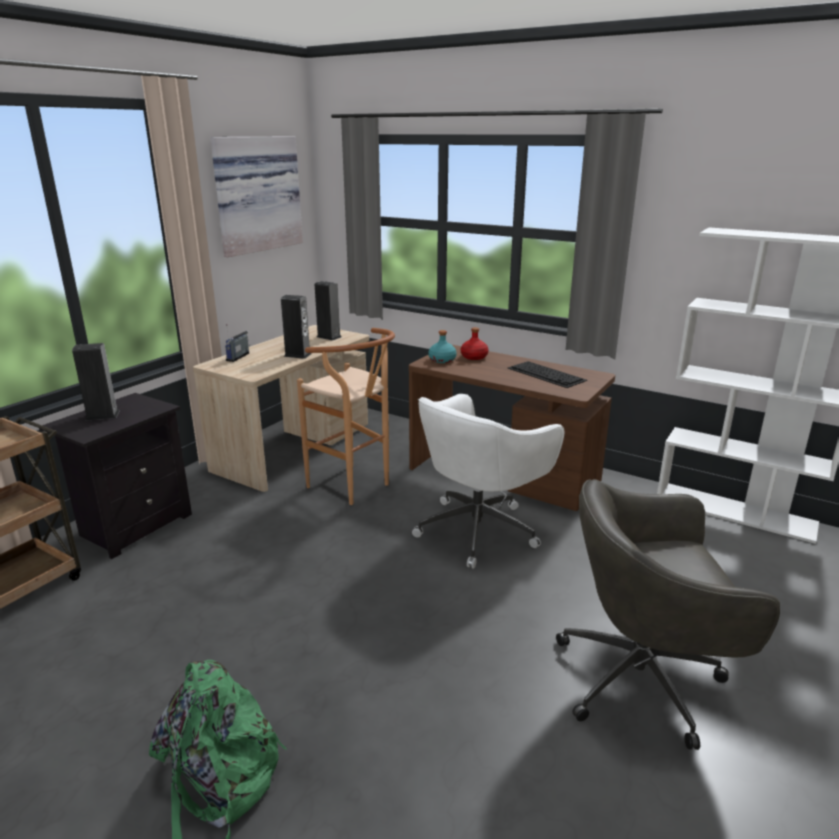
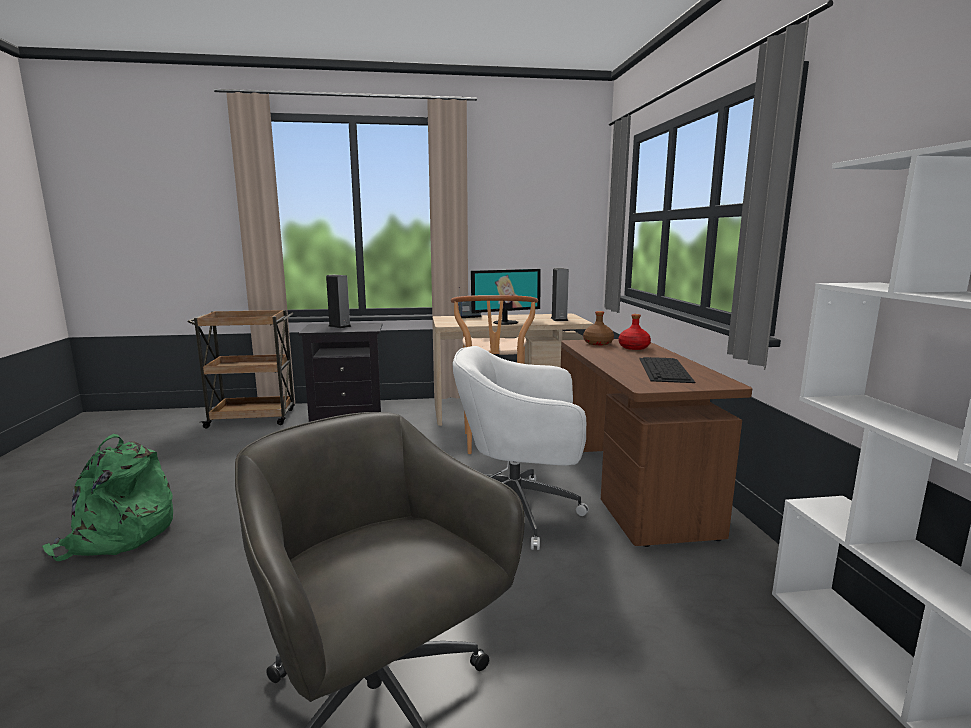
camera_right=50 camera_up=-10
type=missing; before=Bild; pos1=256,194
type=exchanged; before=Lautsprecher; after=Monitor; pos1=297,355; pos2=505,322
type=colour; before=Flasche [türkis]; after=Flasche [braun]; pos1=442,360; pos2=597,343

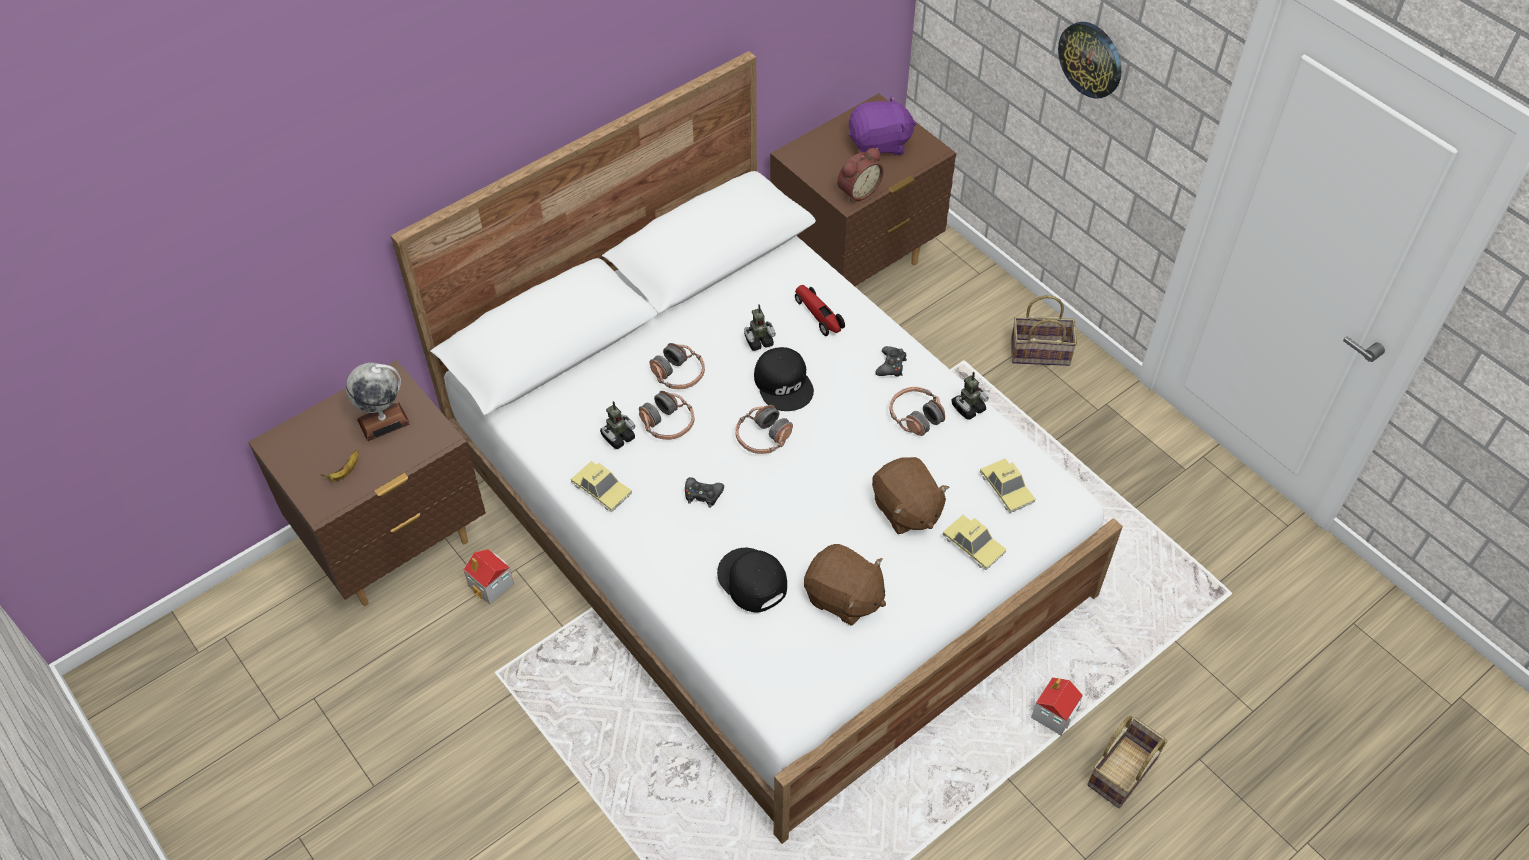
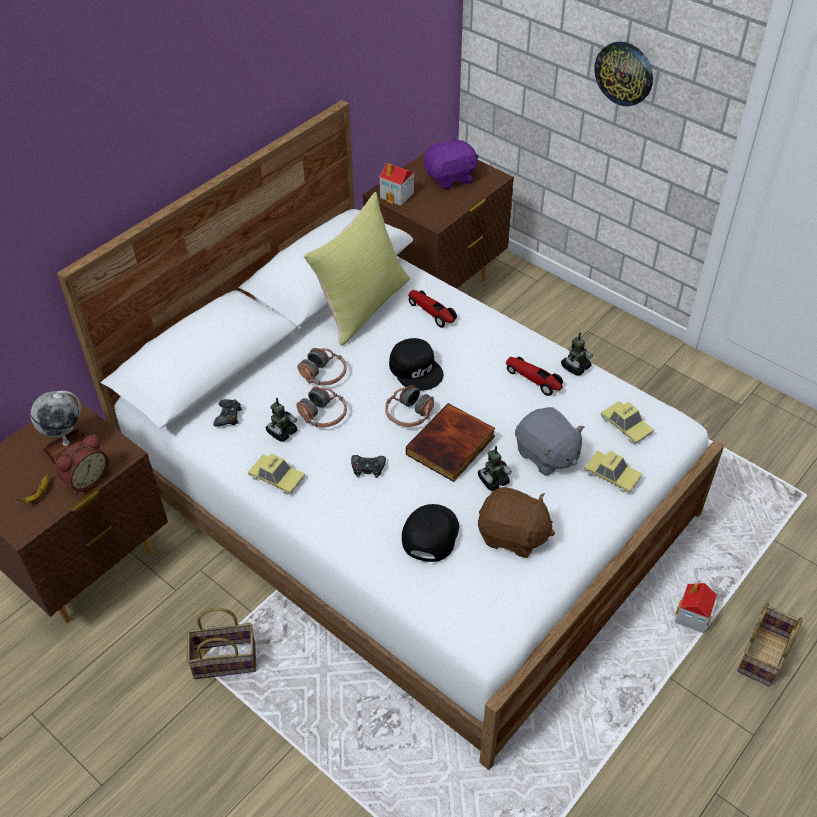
camera_right=-10 camera_up=-5
type=relocated; before=Wecker; pos1=857,191; pos2=86,479
type=relocated; before=Korb; pos1=1041,352; pos2=226,659
type=relocated; before=Spielzeugroboter; pos1=758,341; pos2=493,480
type=relocated; before=Gamepad [schwarz]; pos1=891,366; pos2=228,416
type=exchanged; before=Kopfhörer; after=Spielzeugauto; pos1=915,416; pos2=534,379
type=colour; before=Plüschtier [braun]; after=Plüschtier [grau]; pos1=906,510; pos2=546,455
type=spun; before=Kappe [schwarz]; pos1=751,581; pos2=429,533; turn=60
type=relocated; before=Spielzeughaus; pos1=491,585; pos2=397,195
type=appeared; after=Kissen [gelb]; pos2=362,306
type=appeared; after=Buch; pos2=451,446

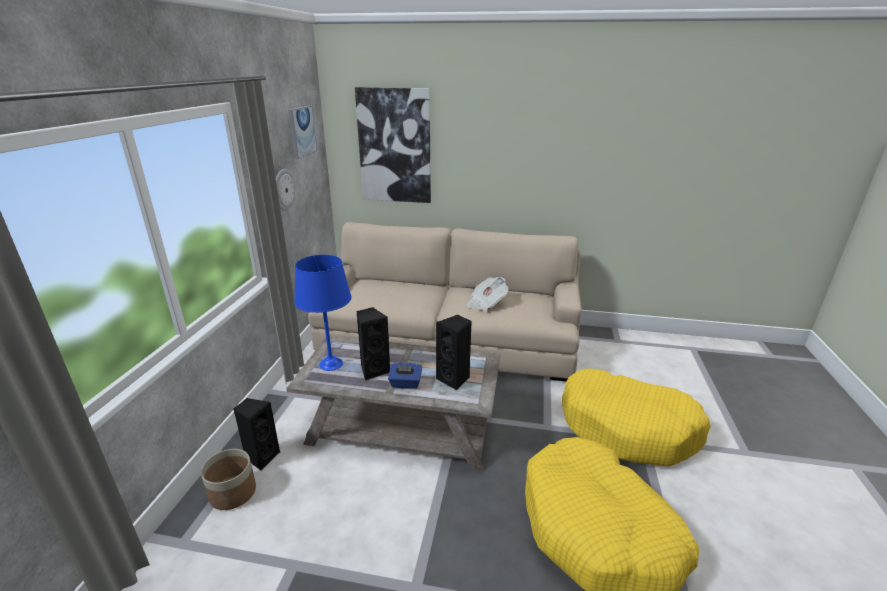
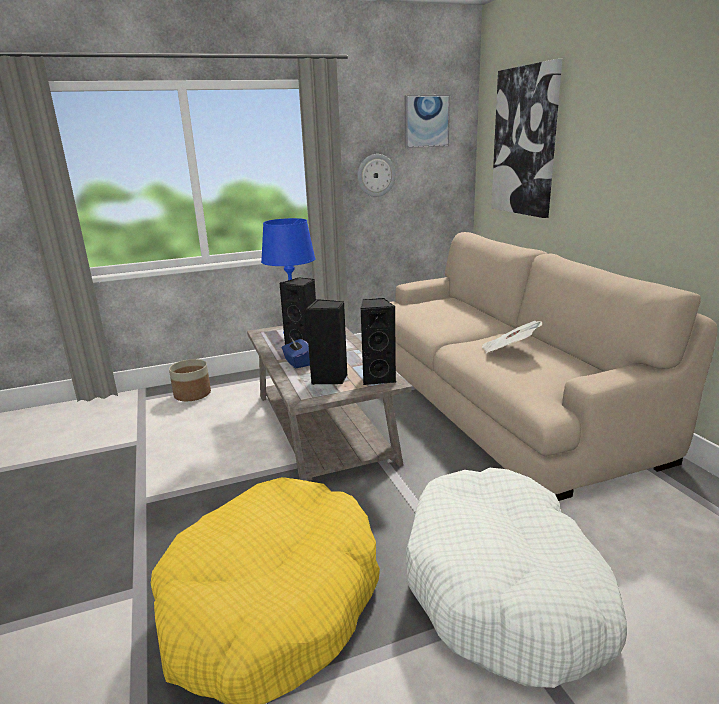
camera_right=60 camera_up=-5
type=colour; before=Hundebett [gelb]; after=Hundebett [weiß]; pos1=628,428; pos2=505,589
type=relocated; before=Lautsprecher [schwarz]; pos1=262,457; pos2=378,378

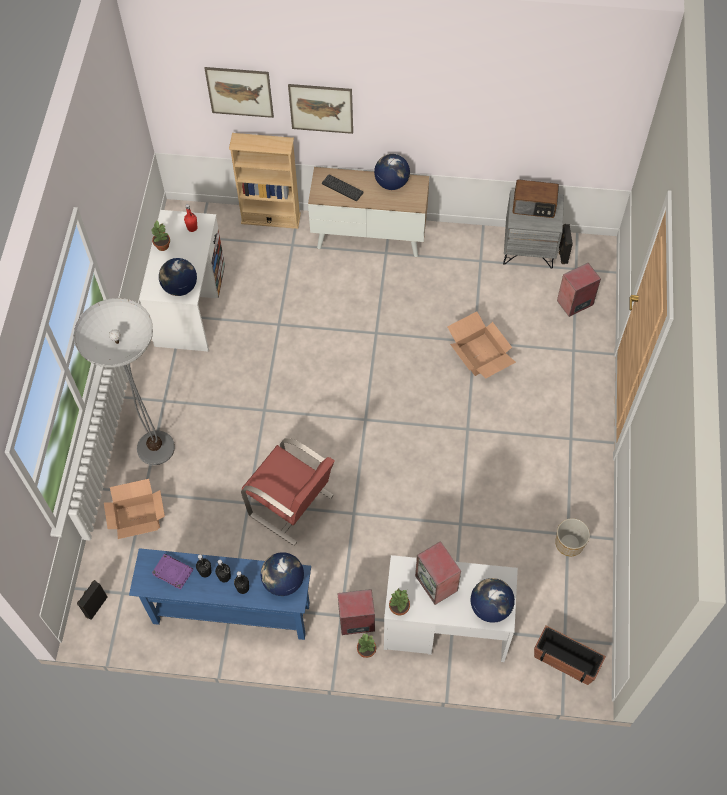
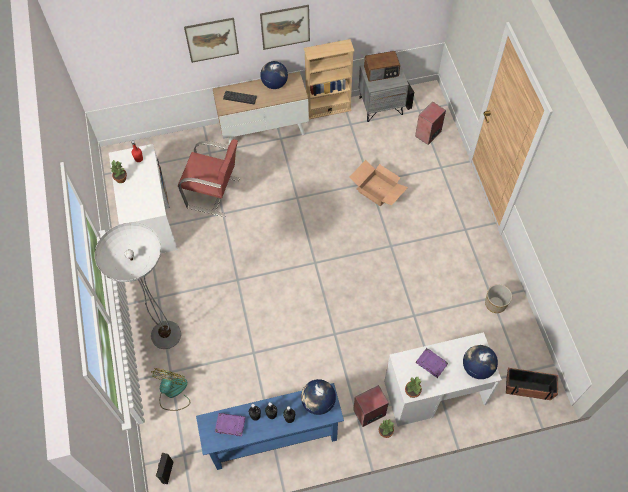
camera_right=-20 camera_up=0
type=relocated; before=Bild; pos1=240,92; pos2=285,27
type=relocated; before=Bücherregal [beige]; pos1=271,218; pos2=328,109
type=missing; before=Globus; pos1=180,287
type=relocated; before=Stuhl [rot]; pos1=292,506; pos2=214,193
type=exchanged; before=Karton; after=Ventilator; pos1=137,518; pos2=173,393
type=exchanged; before=Lautsprecher; after=Buch [lila]; pos1=437,583; pos2=431,363

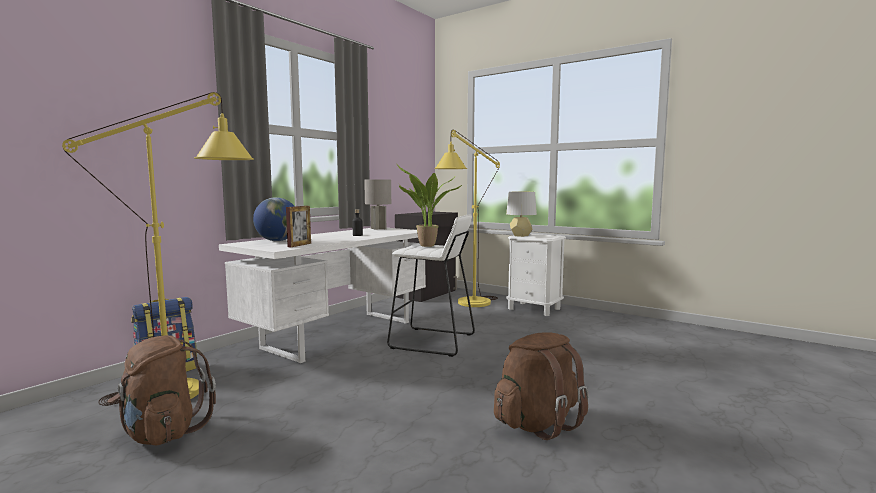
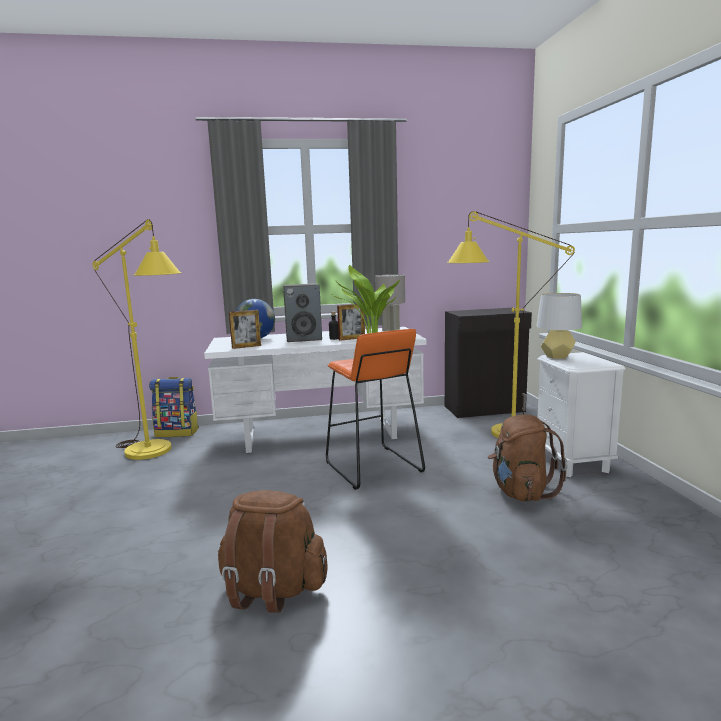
camera_right=45 camera_up=5
type=colour; before=Hocker [weiß]; after=Hocker [orange]; pos1=433,342; pos2=372,467
type=relocated; before=Rucksack [braun]; pos1=162,433; pos2=521,492
type=appeared; after=Lautsprecher; pos2=304,339
type=appeared; after=Bilderrahmen; pos2=352,338

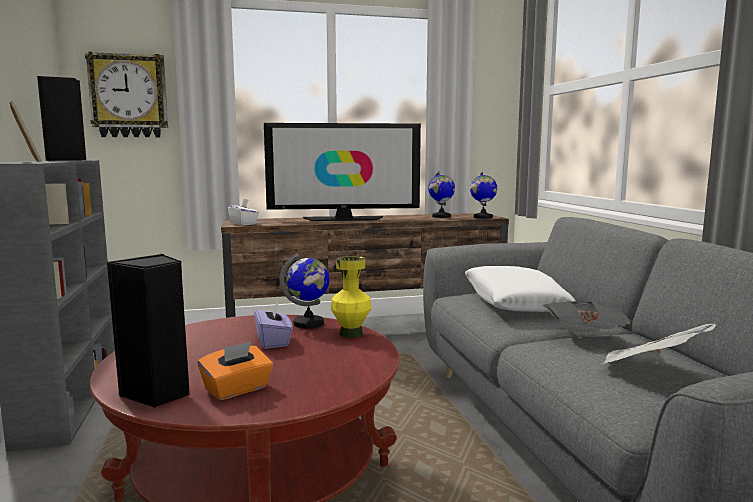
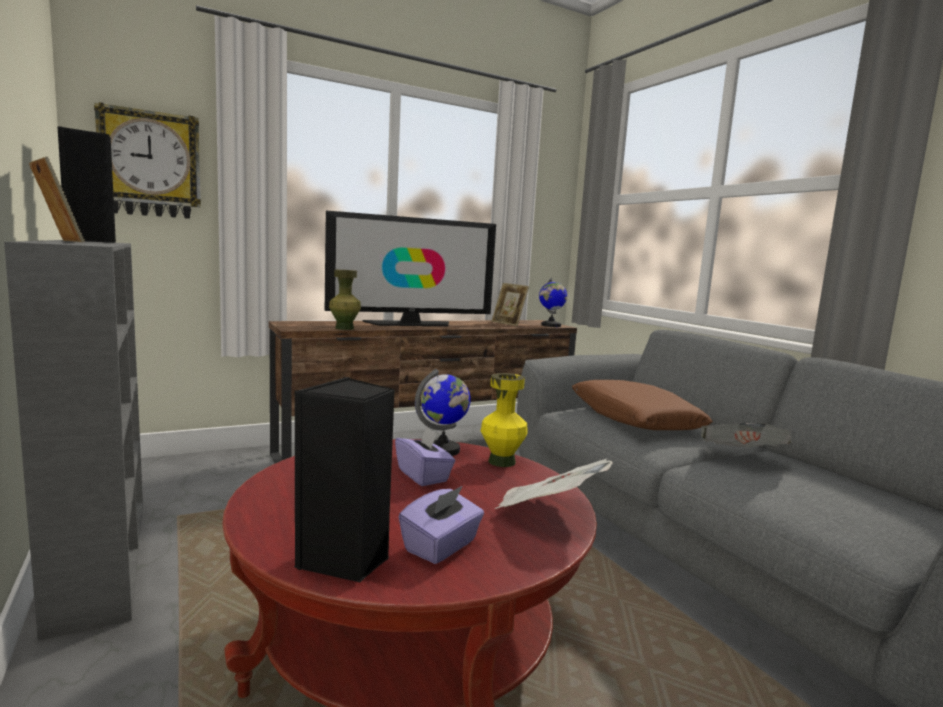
camera_right=-15 camera_up=0
type=exchanged; before=Globus; after=Bilderrahmen; pos1=441,216; pos2=508,323
type=missing; before=Taschentuchbox [weiß]; pos1=244,224
type=colour; before=Kissen [weiß]; after=Kissen [braun]; pos1=514,302; pos2=634,419
type=relocated; before=Zeitung; pos1=650,370; pos2=547,512
type=colour; before=Taschentuchbox [orange]; after=Taschentuchbox [lila]; pos1=237,390; pos2=441,546
type=appeared; after=Vase [grün]; pos2=344,328

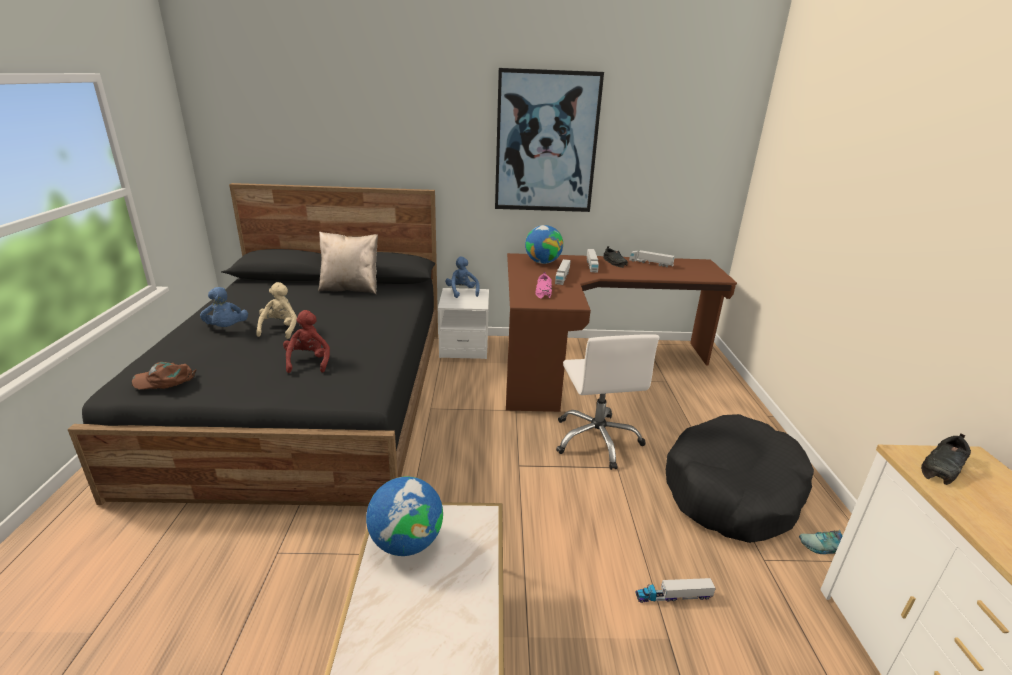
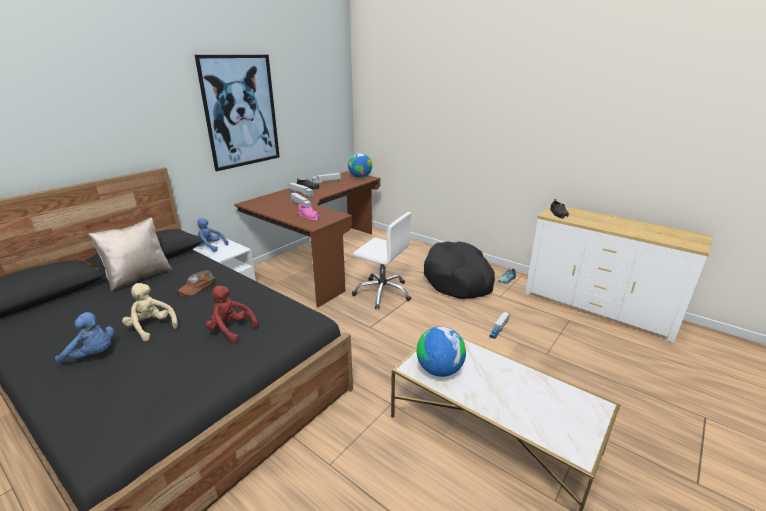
camera_right=-50 camera_up=0
type=relocated; before=Globus; pos1=542,262; pos2=360,177
type=relocated; before=Kappe [braun]; pos1=165,380; pos2=197,286

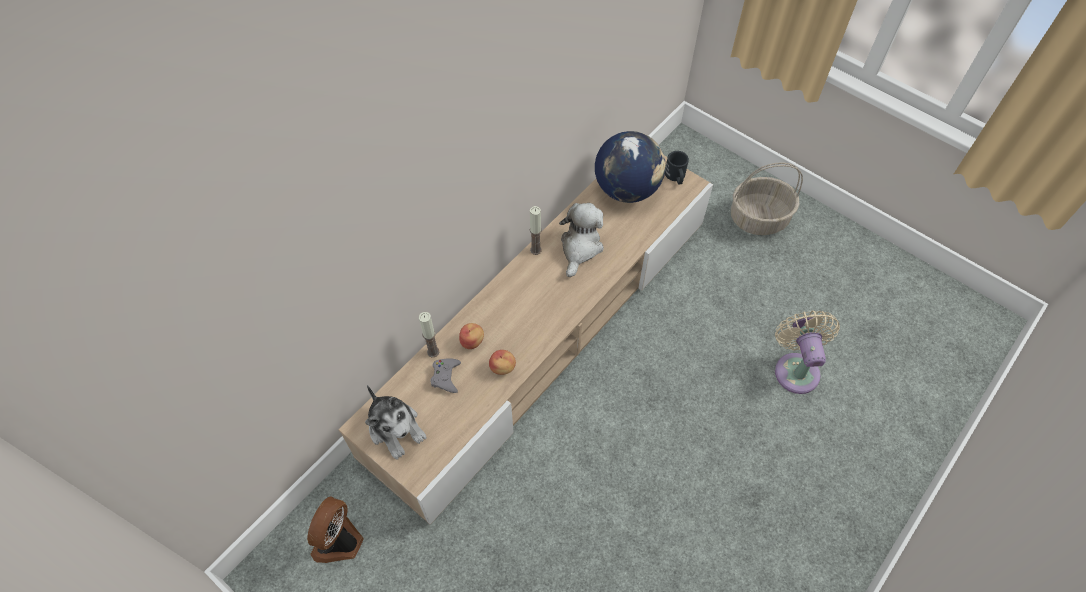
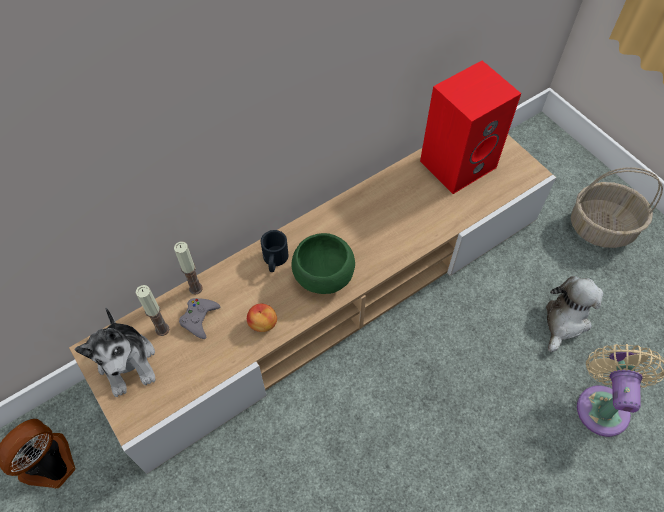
camera_right=15 camera_up=0
type=exchanged; before=Globus; after=Lautsprecher [rot]; pos1=627,189; pos2=458,162
type=relocated; before=Henkelbecher [schwarz]; pos1=676,177; pos2=274,260
type=relocated; before=Plüschtier; pos1=580,247; pos2=565,320
type=relocated; before=Kerze; pos1=535,250; pos2=162,329
type=missing; before=Apfel; pos1=472,341
type=appeared; after=Schüssel [grün]; pos2=323,276

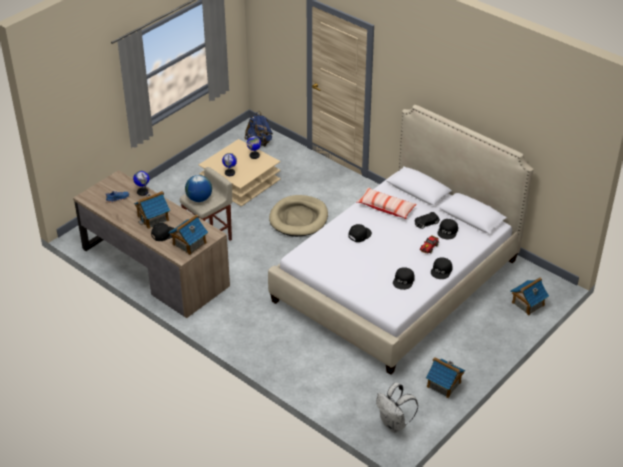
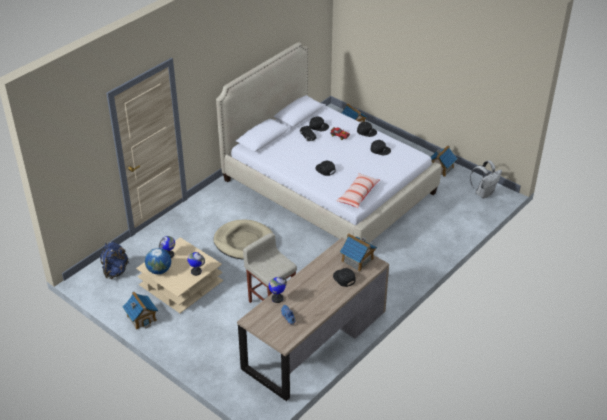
camera_right=-90 camera_up=0
type=relocated; before=Globus; pos1=199,199; pos2=159,270
type=relocated; before=Kissen; pos1=386,208; pos2=358,194
type=relocated; before=Spielzeughaus; pos1=153,218; pos2=141,318

